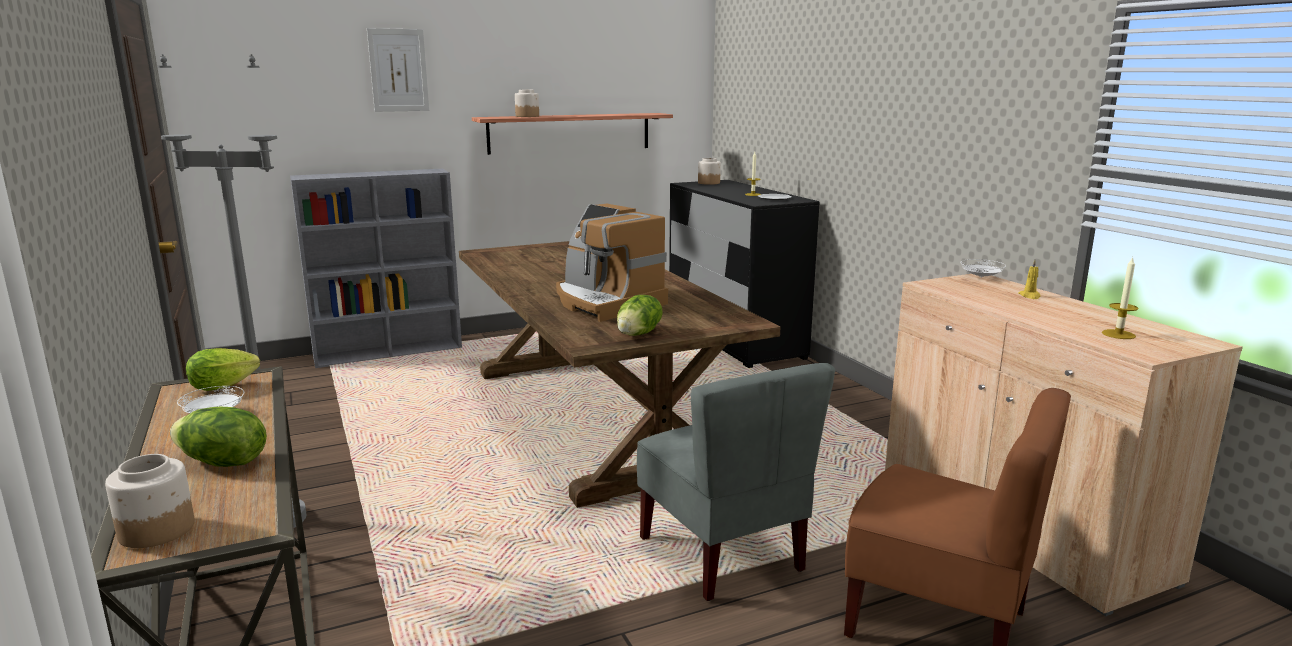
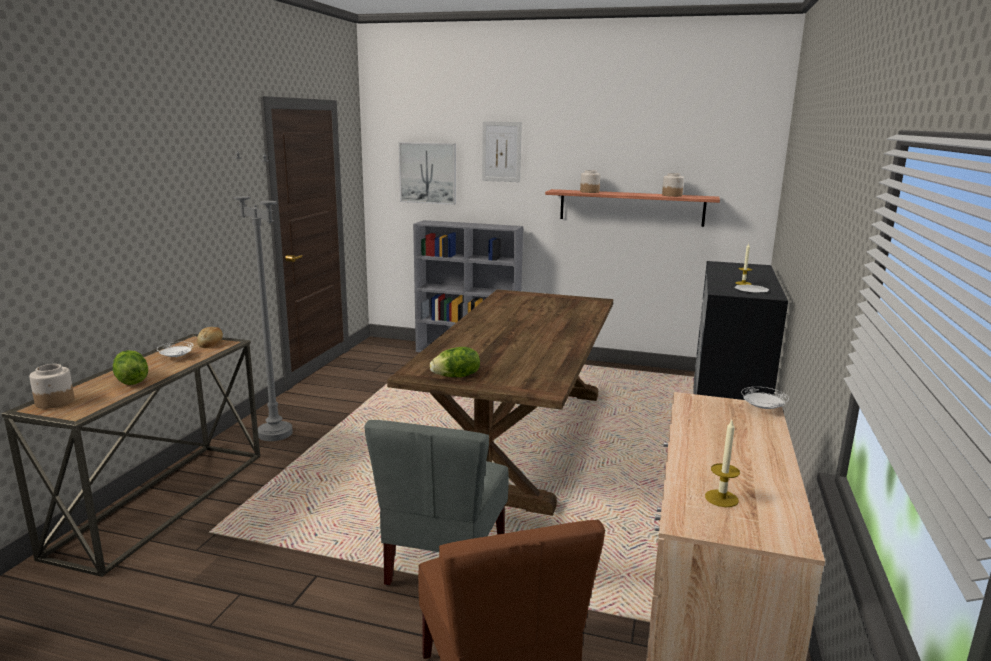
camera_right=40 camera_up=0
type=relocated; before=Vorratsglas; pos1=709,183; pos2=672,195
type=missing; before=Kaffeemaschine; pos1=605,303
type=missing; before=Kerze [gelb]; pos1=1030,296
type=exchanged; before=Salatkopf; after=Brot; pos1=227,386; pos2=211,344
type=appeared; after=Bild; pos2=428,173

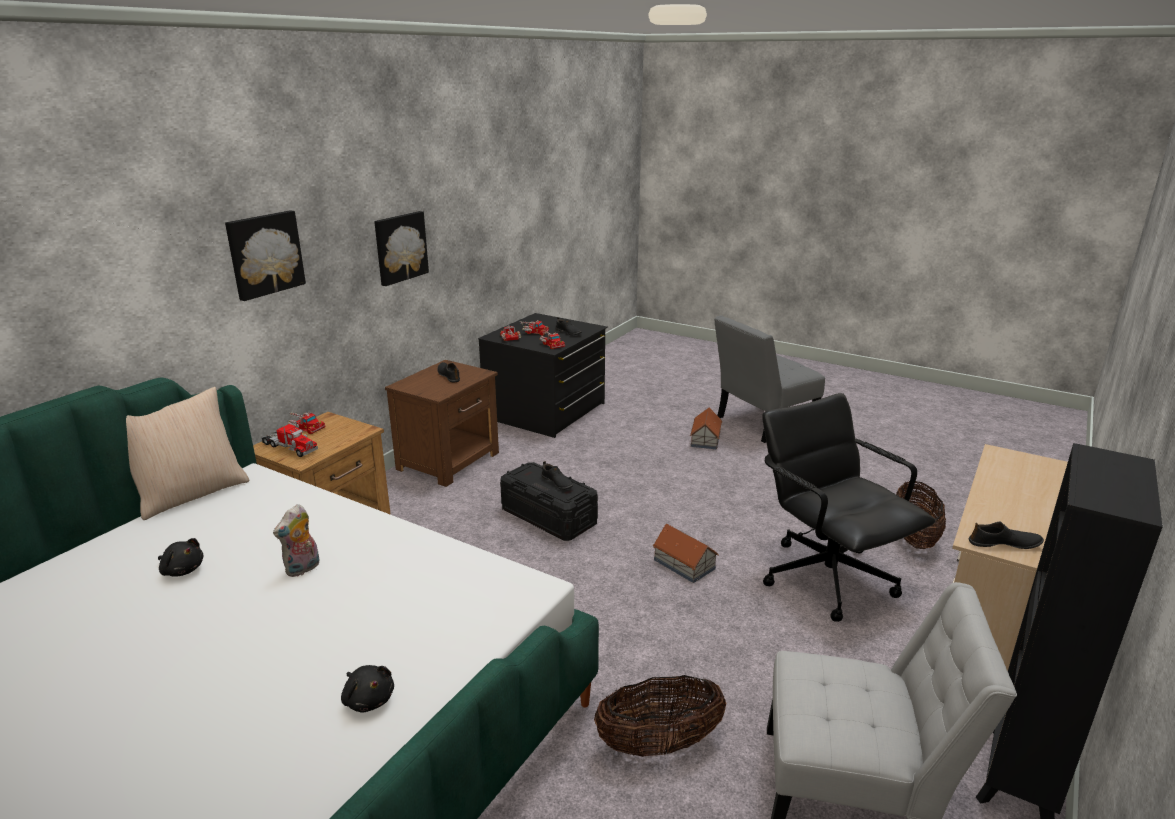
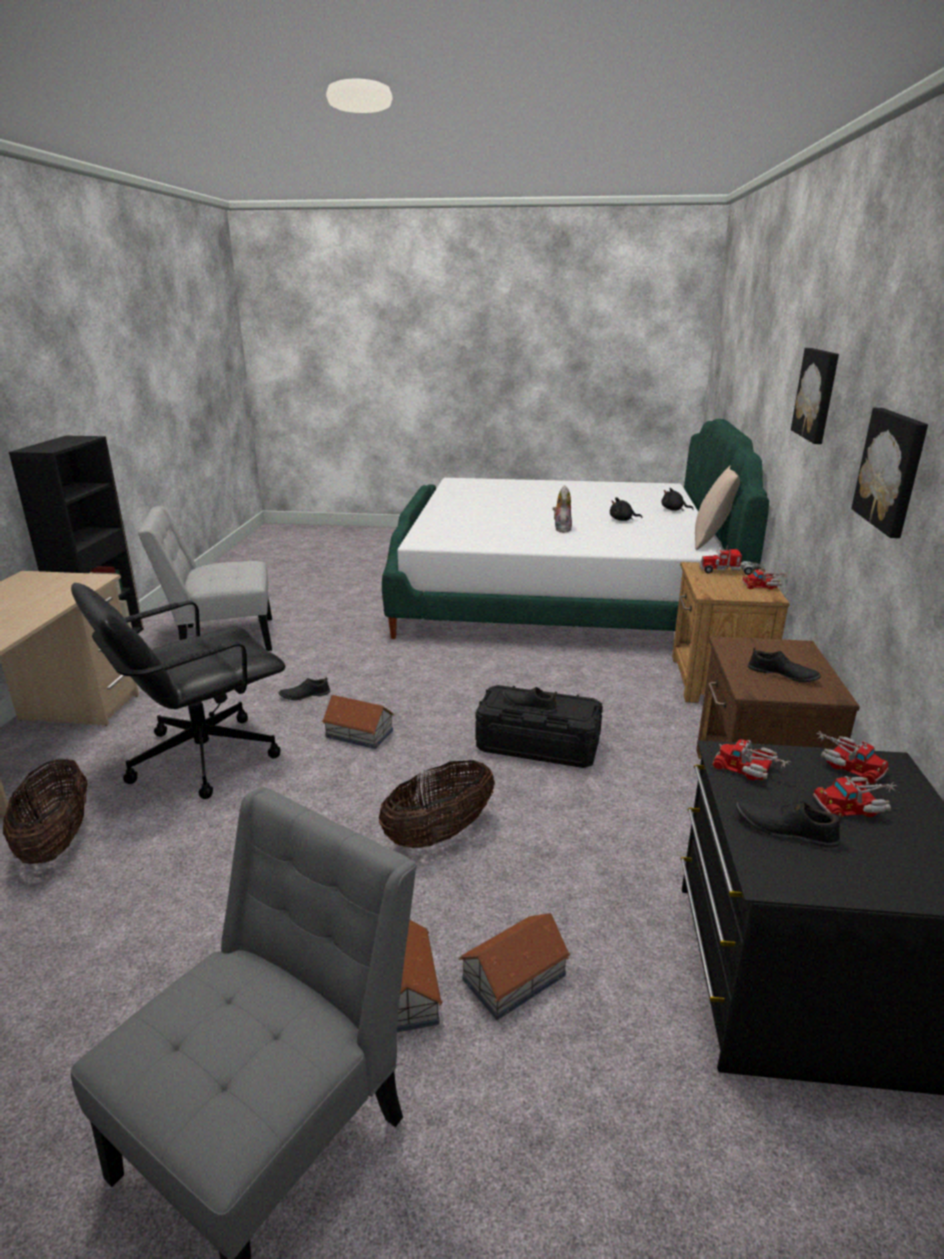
camera_right=155 camera_up=0
type=spun; before=Bürostuhl [schwarz]; pos1=827,577; pos2=201,757; turn=105
type=relocated; before=Schuh [schwarz]; pos1=1004,544; pos2=305,695
type=relocated; before=Plüschtier [schwarz]; pos1=368,699; pos2=674,510
type=relocated; before=Korb; pos1=659,744; pos2=439,834
type=appeared; after=Spielzeughaus; pos2=515,977

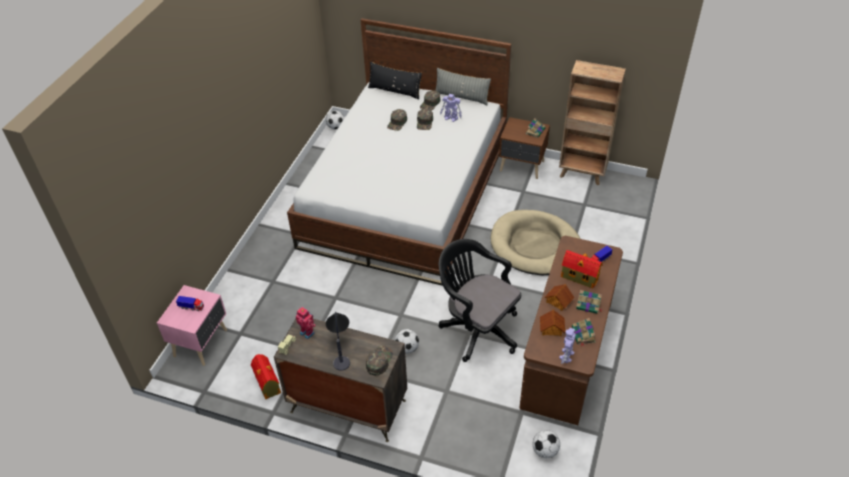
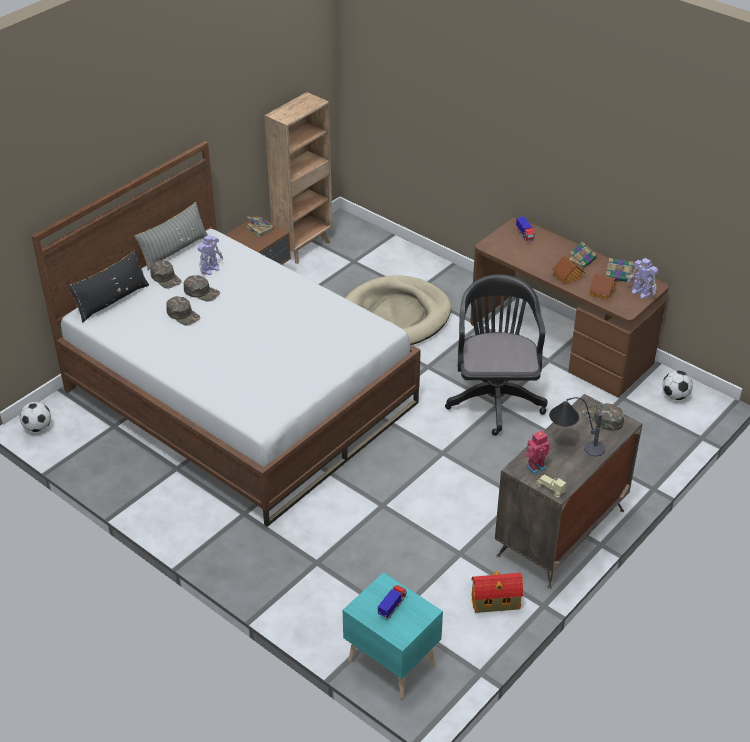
camera_right=-70 camera_up=-5
type=spun; before=Bürostuhl [schwarz]; pos1=477,328; pos2=495,397; turn=120
type=missing; before=Spielzeughaus; pos1=579,276
type=colour; before=Nachttisch [rosa]; after=Nachttisch [türkis]; pos1=202,343; pos2=391,661
type=missing; before=Fußball; pos1=407,348

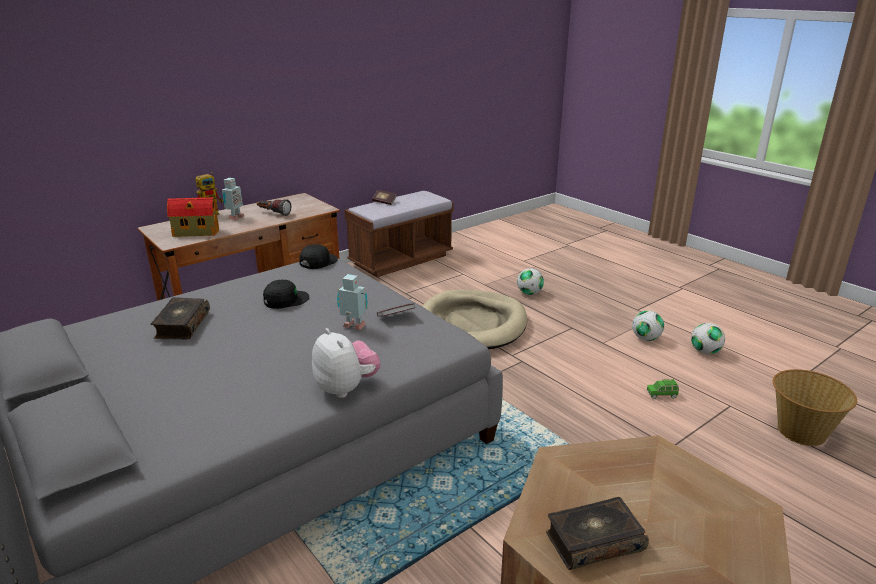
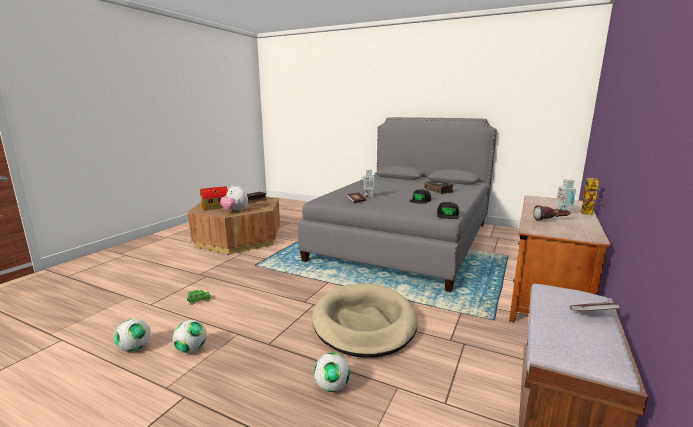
camera_right=155 camera_up=-10
type=relocated; before=Spielzeughaus; pos1=195,232; pos2=216,207
type=relocated; before=Plüschtier; pos1=346,388; pos2=235,211
type=missing; before=Korb; pos1=800,432

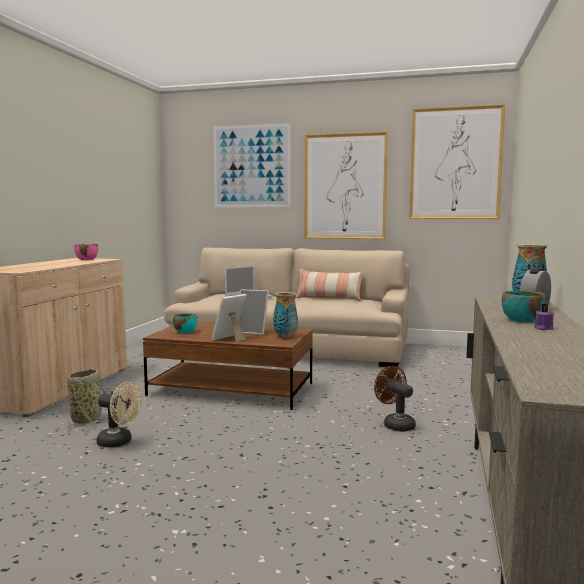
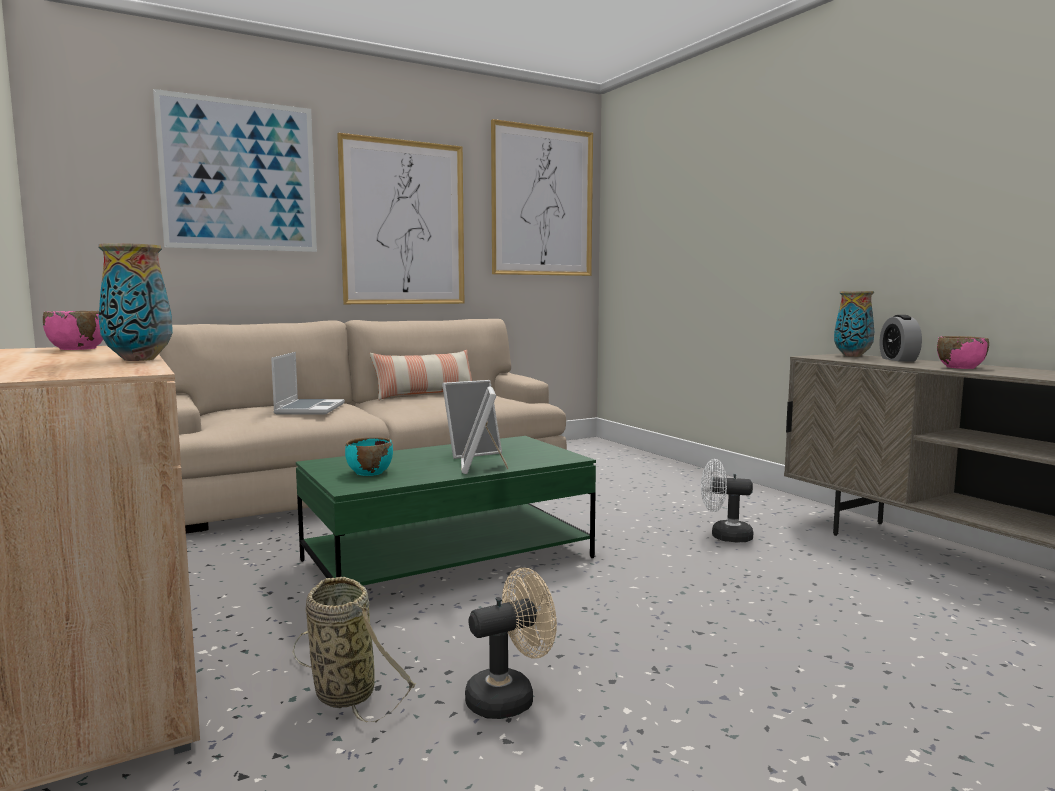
camera_right=-45 camera_up=0
type=colour; before=Schüssel [türkis]; after=Schüssel [rosa]; pos1=522,320; pos2=960,367
type=relocated; before=Vase; pos1=285,336; pos2=140,359
type=missing; before=Kerze [lila]; pos1=542,328
type=colour; before=Couchtisch [braun]; after=Couchtisch [grün]; pos1=231,389; pos2=448,559
type=colour; before=Ventilator [braun]; after=Ventilator [weiß]; pos1=395,424; pos2=724,536

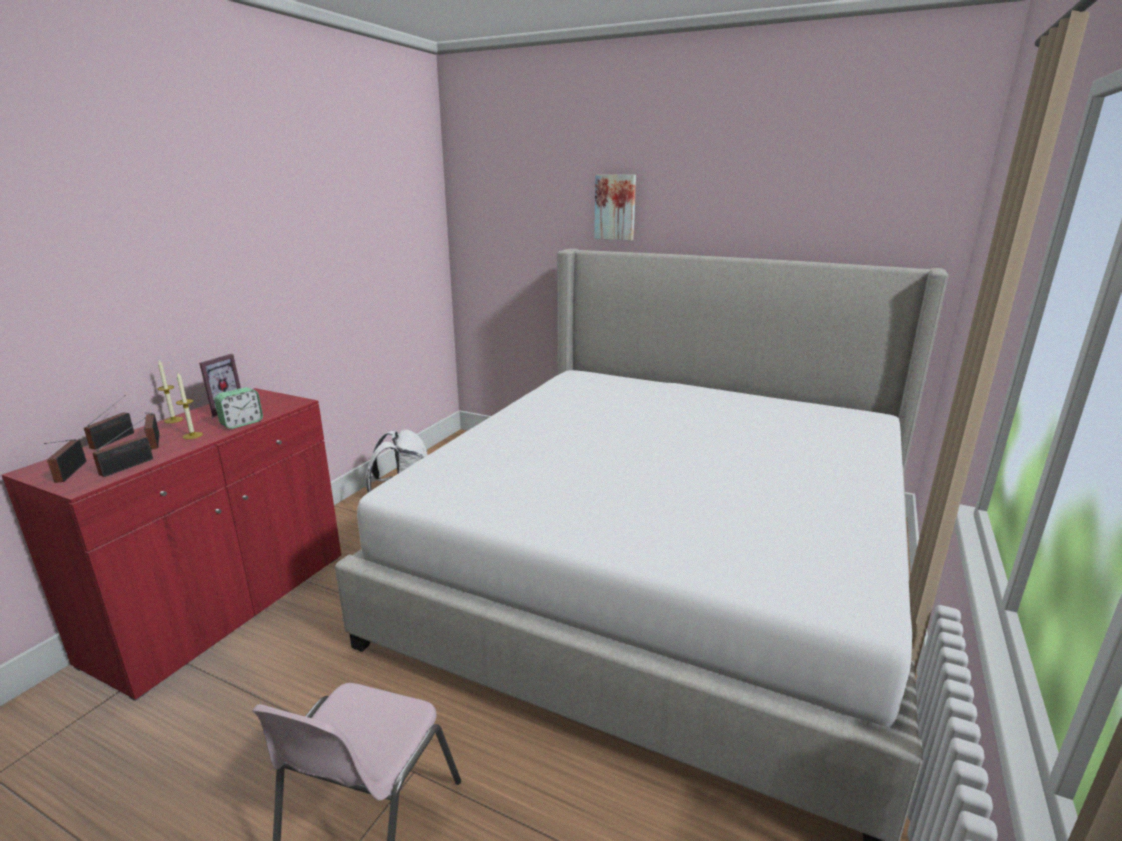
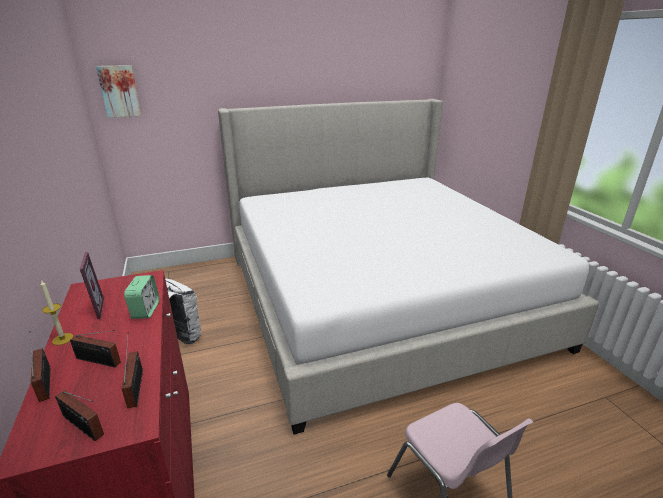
camera_right=-45 camera_up=5
type=relocated; before=Bild; pos1=615,207; pos2=119,91
type=missing; before=Kerze; pos1=192,435

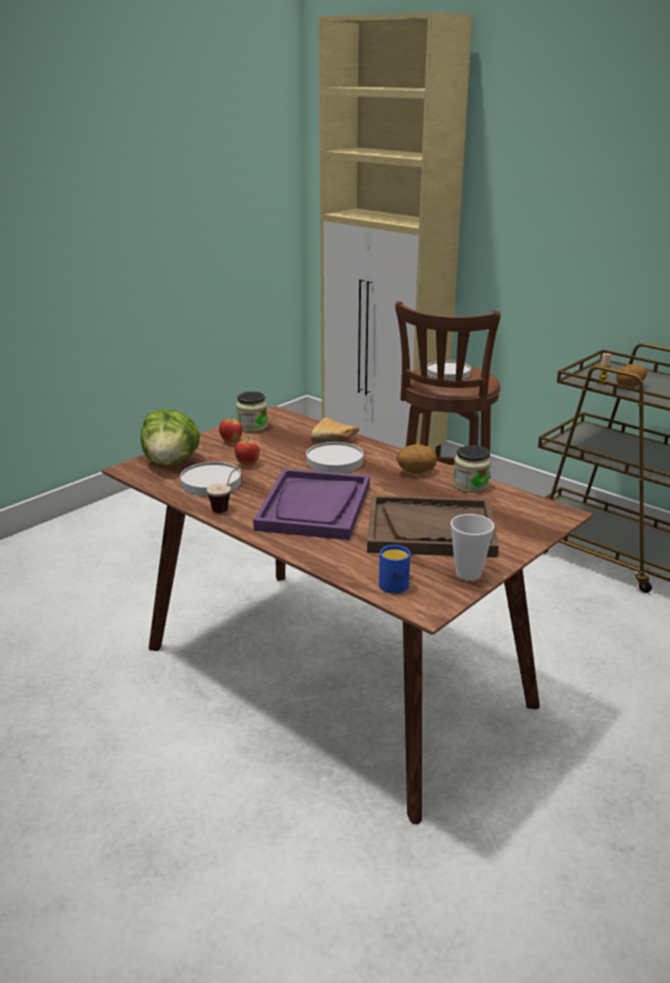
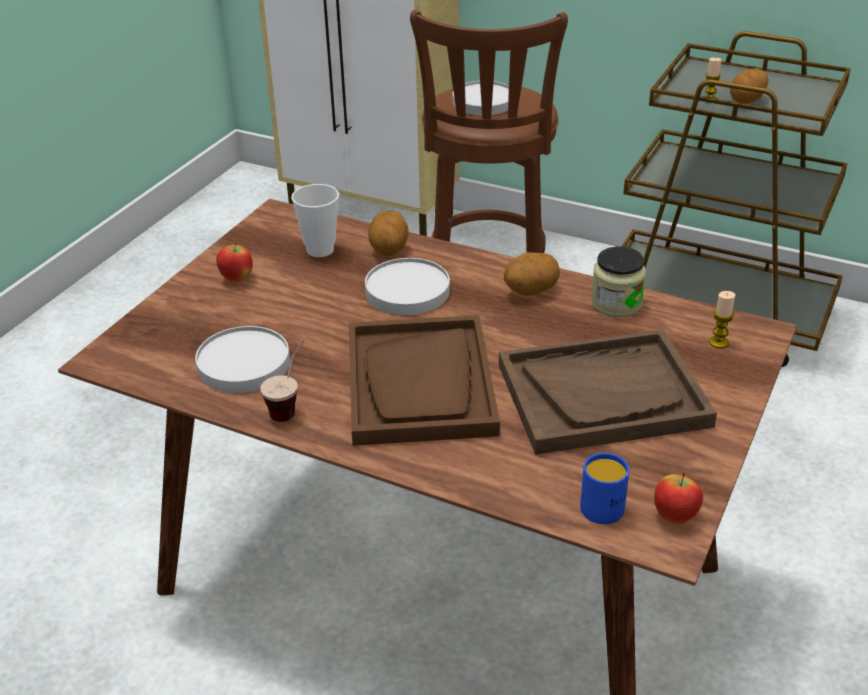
camera_right=-15 camera_up=10
type=missing; before=Vorratsglas; pos1=252,426
type=missing; before=Salatkopf; pos1=171,462
type=exchanged; before=Brot; after=Kartoffel; pos1=335,439; pos2=389,249
type=relocated; before=Apfel; pos1=247,464; pos2=674,517
type=colour; before=Tablett [lila]; after=Tablett [braun]; pos1=314,507; pos2=420,383
type=relocated; before=Tasse; pos1=468,573; pos2=320,250
type=appeared; after=Kerze; pos2=718,342

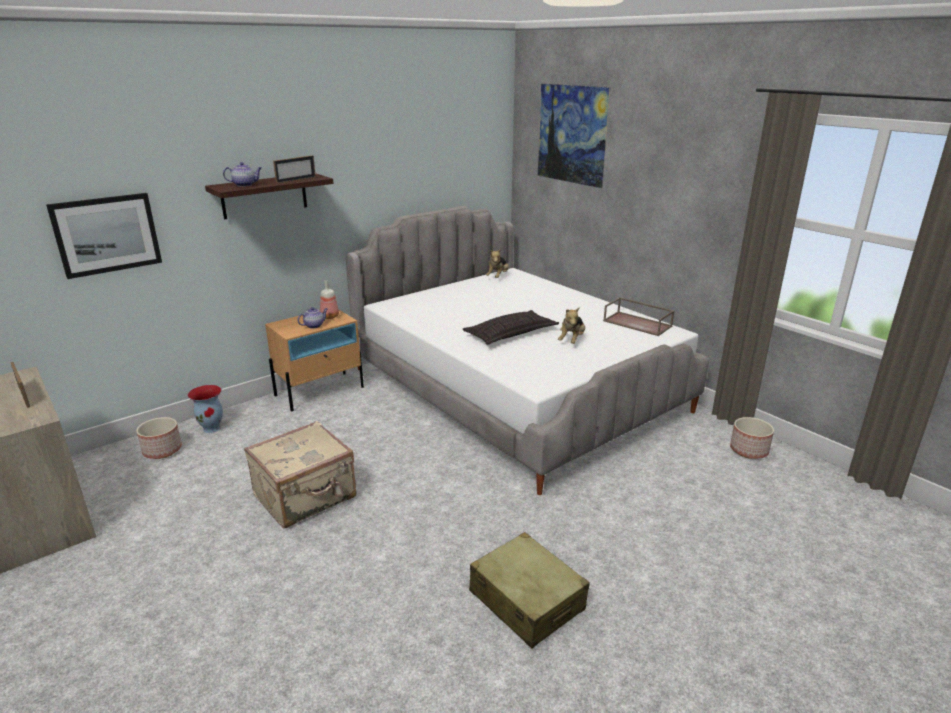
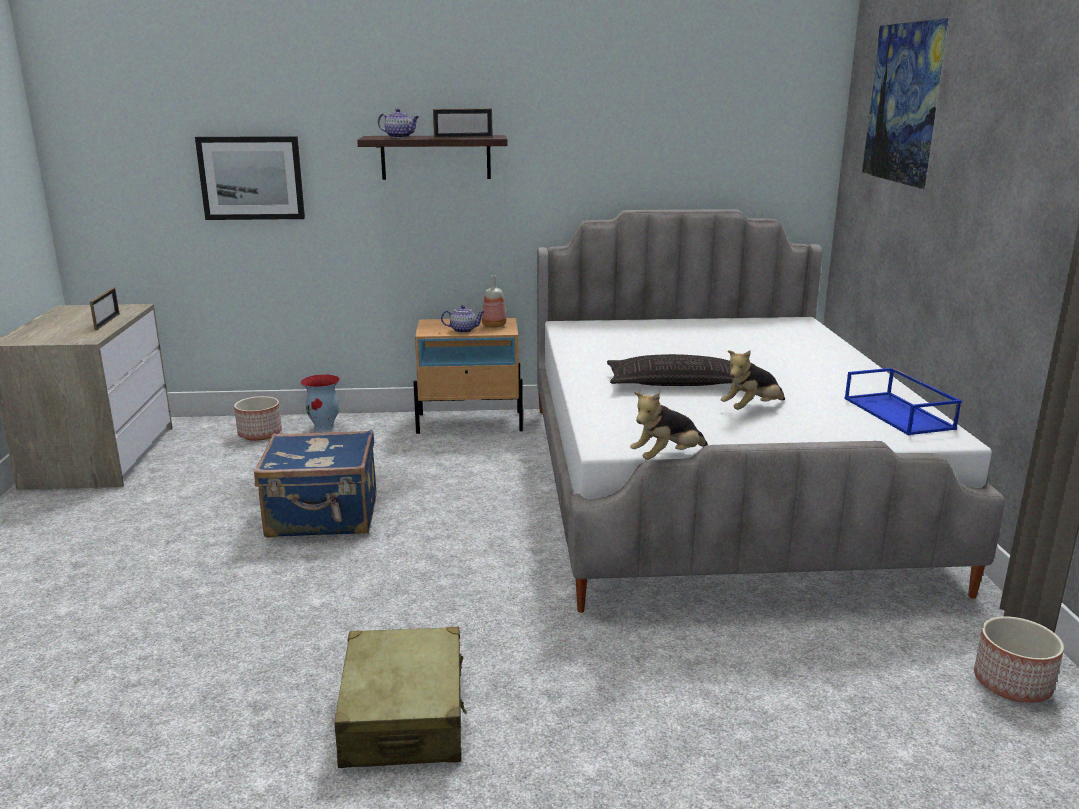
camera_right=35 camera_up=-5
type=relocated; before=Plüschtier; pos1=498,277; pos2=667,457
type=colour; before=Tablett [braun]; after=Tablett [blau]; pos1=638,323; pos2=899,413
type=colour; before=Koffer [beige]; after=Koffer [blau]; pos1=306,497; pos2=323,517

